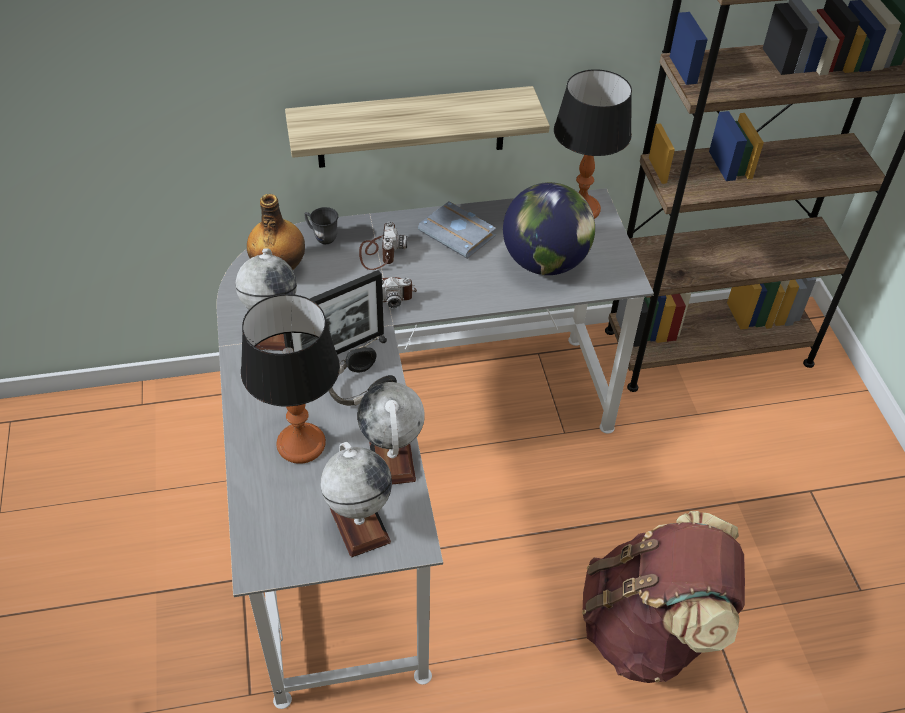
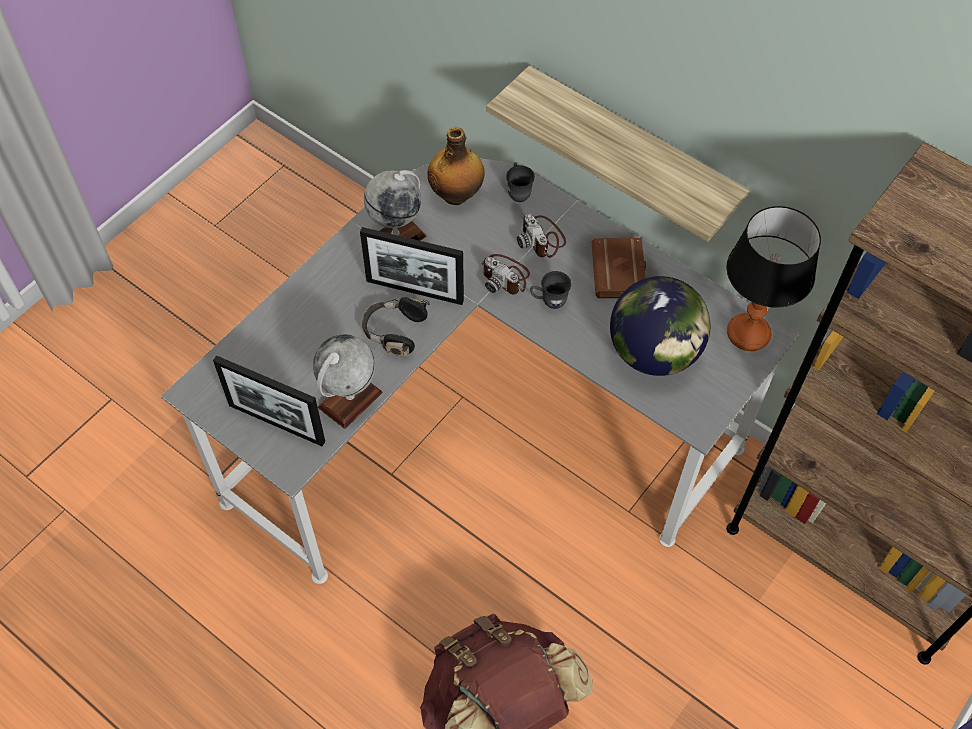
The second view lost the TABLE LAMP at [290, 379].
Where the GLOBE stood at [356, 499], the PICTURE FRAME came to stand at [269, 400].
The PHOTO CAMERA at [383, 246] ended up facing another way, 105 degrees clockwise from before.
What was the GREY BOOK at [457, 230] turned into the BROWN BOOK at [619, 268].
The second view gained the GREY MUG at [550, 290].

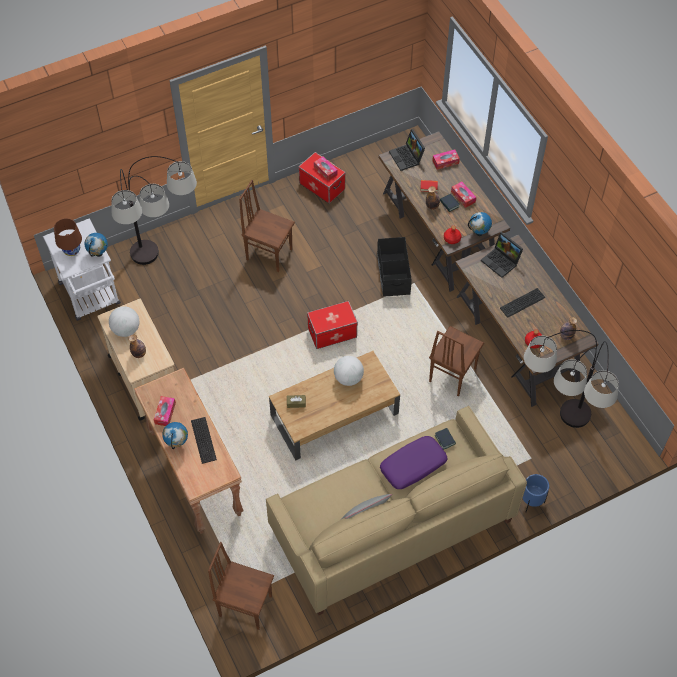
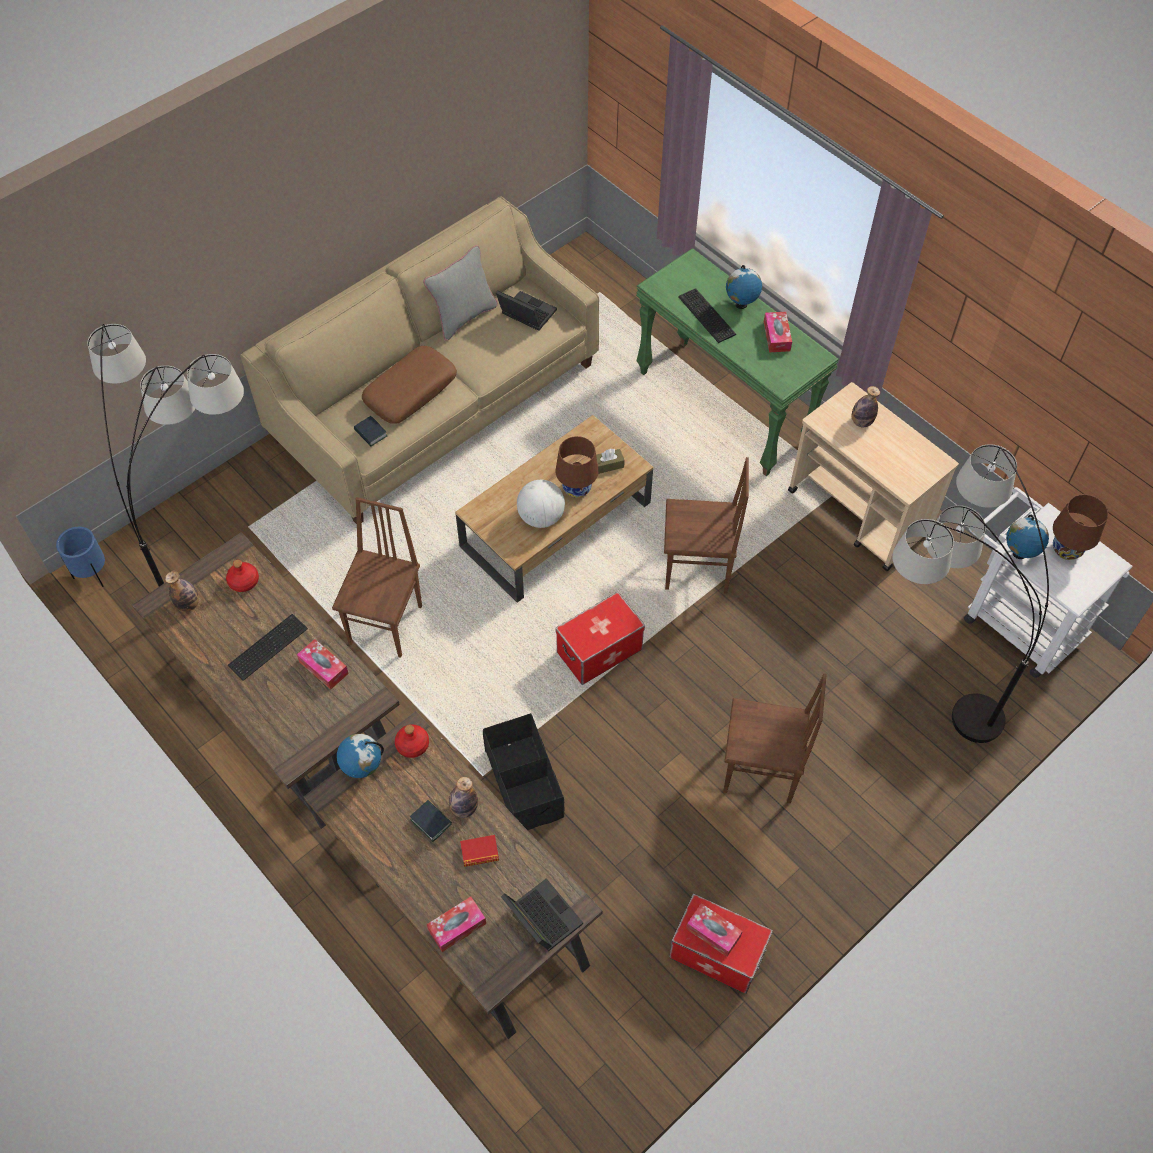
The second view lost the GLOBE at [124, 321].
What was the BROWN CONSOLE TABLE at [189, 451] turned into the GREEN CONSOLE TABLE at [737, 362].
The BROWN CHAIR ended up elsewhere, having gone from [241, 586] to [706, 525].
What was the PURPLE PILLOW at [414, 462] turned into the BROWN PILLOW at [409, 385].
The TISSUE BOX ended up elsewhere, having gone from [463, 195] to [323, 664].
The LAPTOP ended up elsewhere, having gone from [502, 255] to [526, 311].
The BLUE PLANTER ended up elsewhere, having gone from [536, 493] to [80, 557].
The second view gained the BROWN TABLE LAMP at [577, 467].

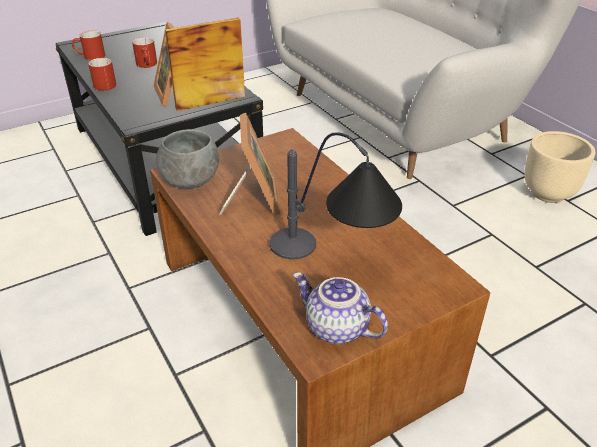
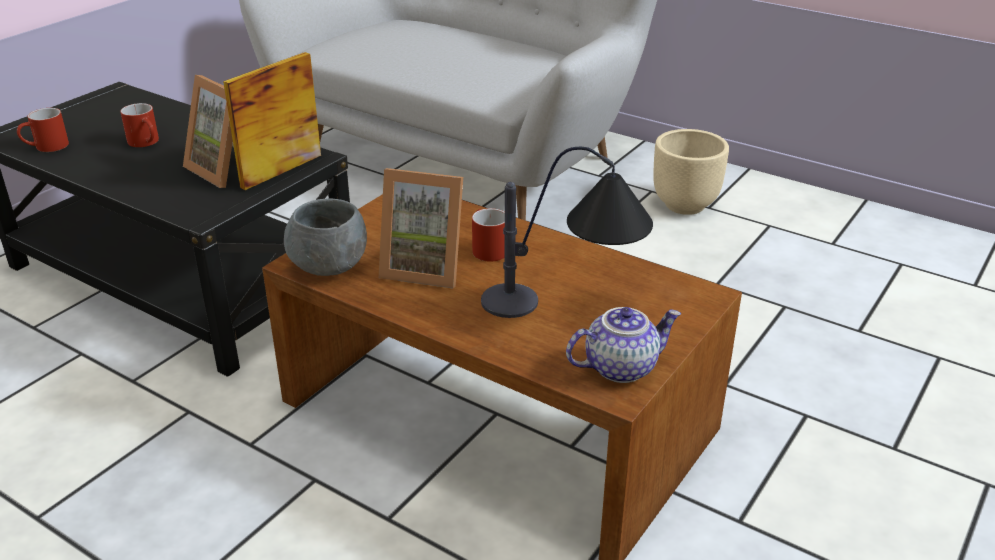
The RED MUG ended up elsewhere, having gone from [102, 74] to [488, 235].
The PICTURE FRAME at [250, 164] ended up facing another way, 135 degrees clockwise from before.
The TEAPOT at [340, 308] ended up facing another way, 150 degrees clockwise from before.

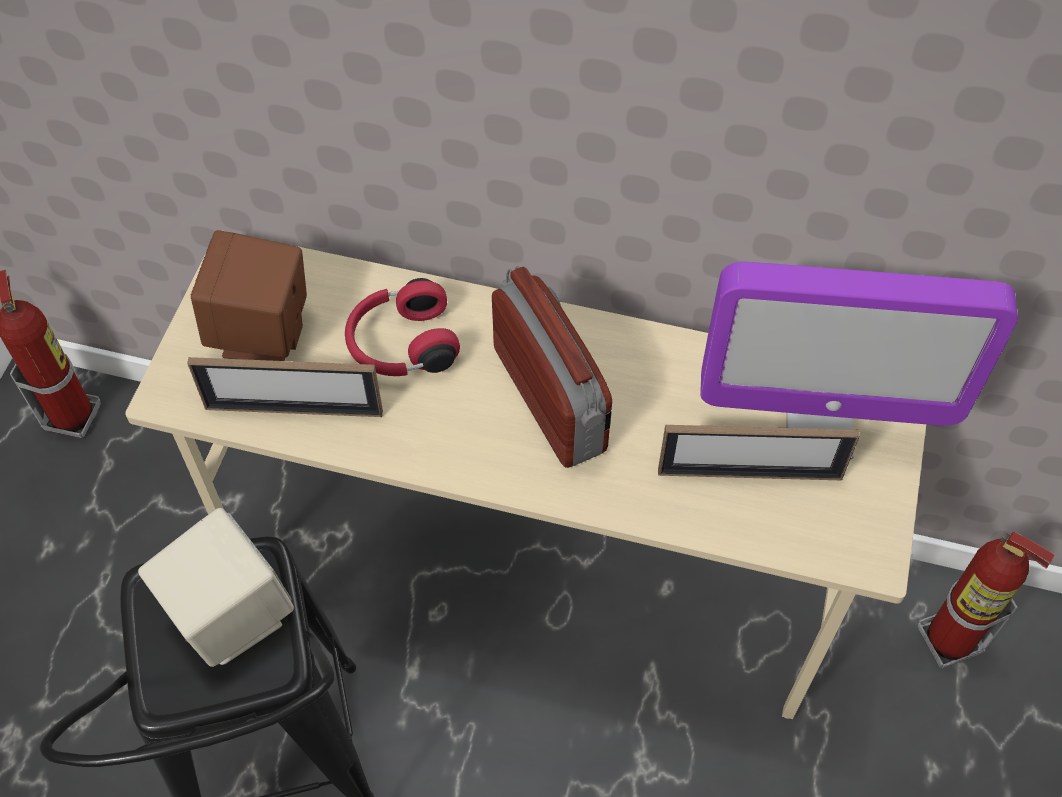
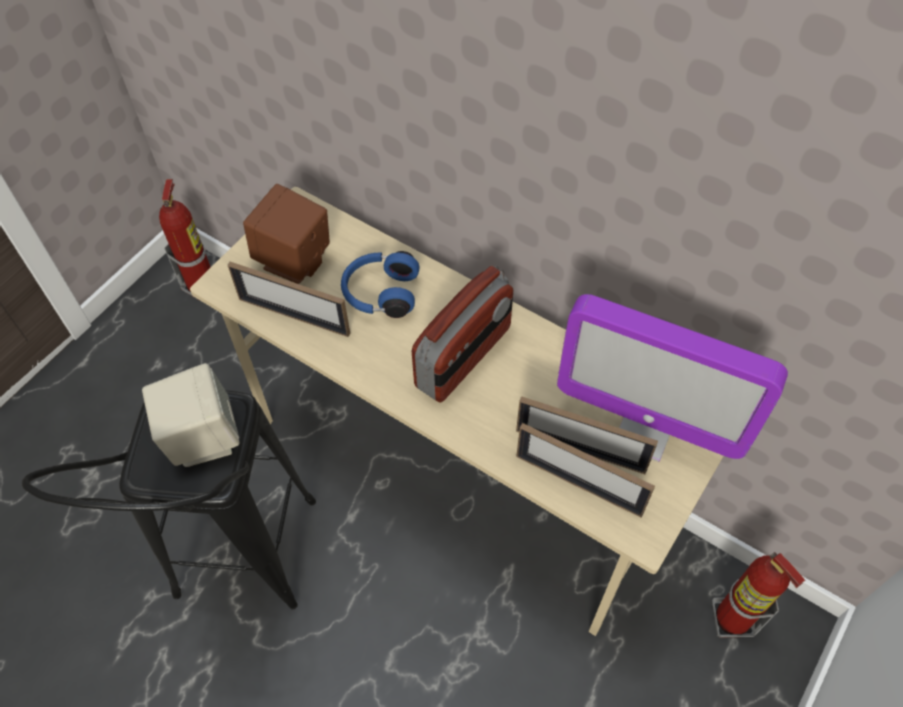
What was the RED HEADPHONES at [402, 327] turned into the BLUE HEADPHONES at [380, 284].
The RADIO at [552, 367] ended up facing another way, 45 degrees clockwise from before.
The second view gained the PICTURE FRAME at [585, 470].

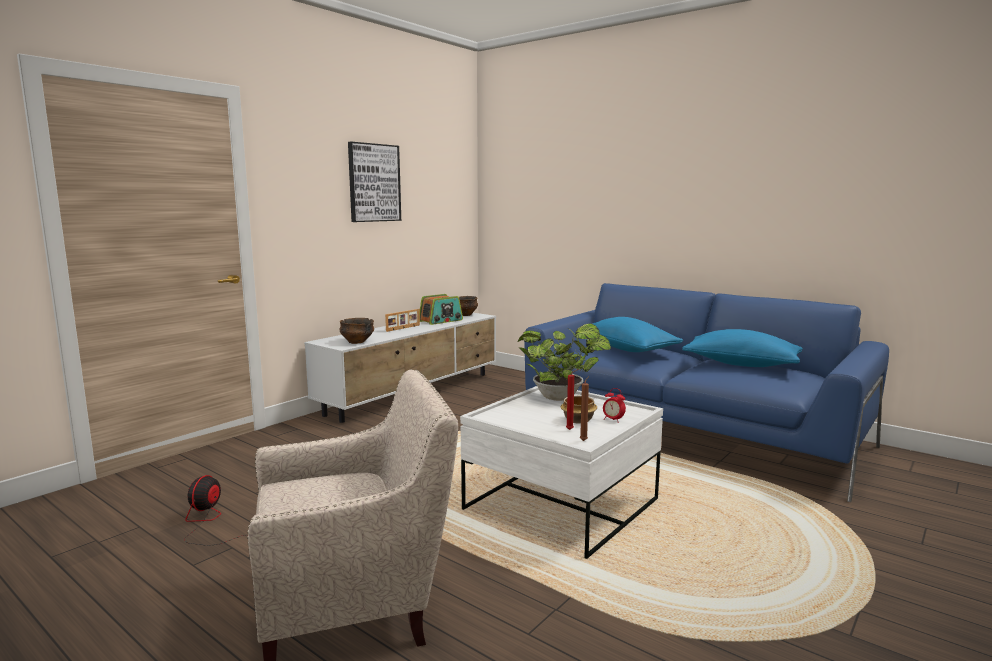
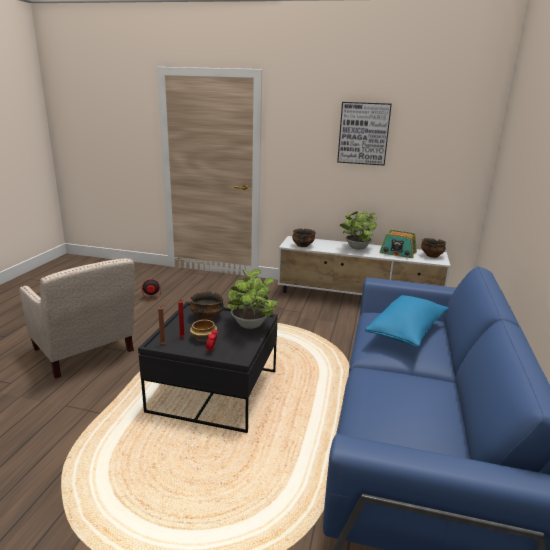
Where the PICTURE FRAME stood at [402, 320], the POTTED PLANT came to stand at [358, 230].
What was the WHITE COFFEE TABLE at [561, 472] turned into the BLACK COFFEE TABLE at [208, 367].
The second view lost the BLUE PILLOW at [742, 348].
The second view gained the BOWL at [207, 305].

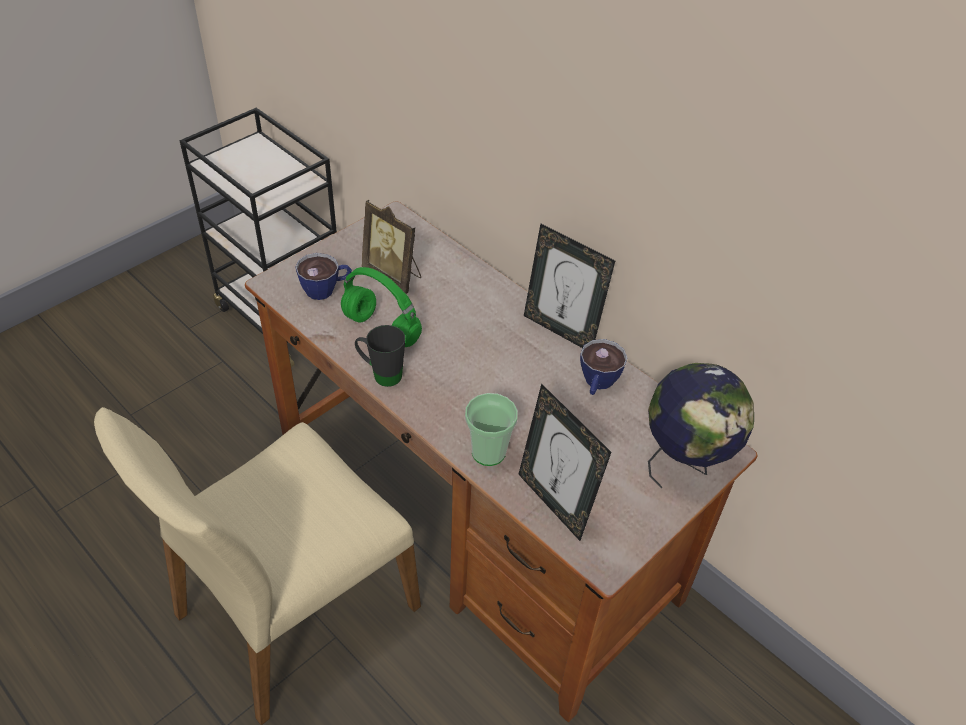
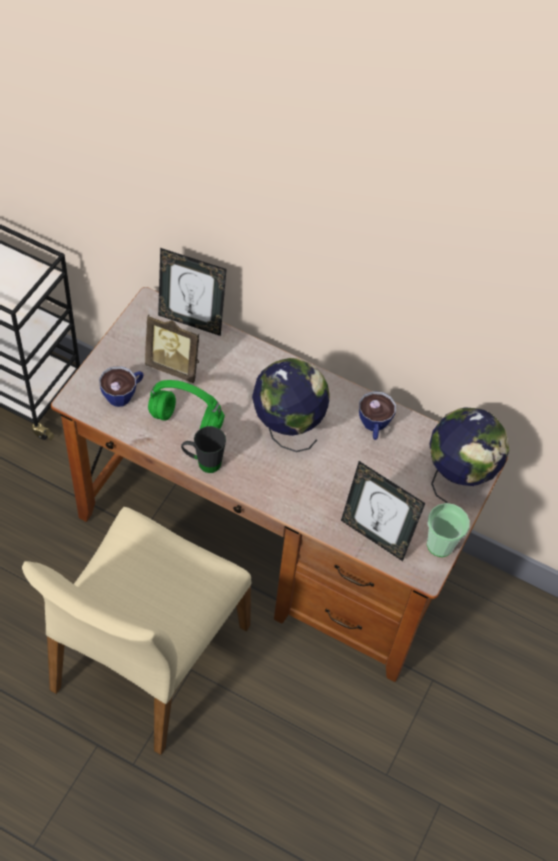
The CUP ended up elsewhere, having gone from [491, 429] to [448, 530].
The PICTURE FRAME ended up elsewhere, having gone from [569, 286] to [192, 292].
The second view gained the GLOBE at [291, 405].

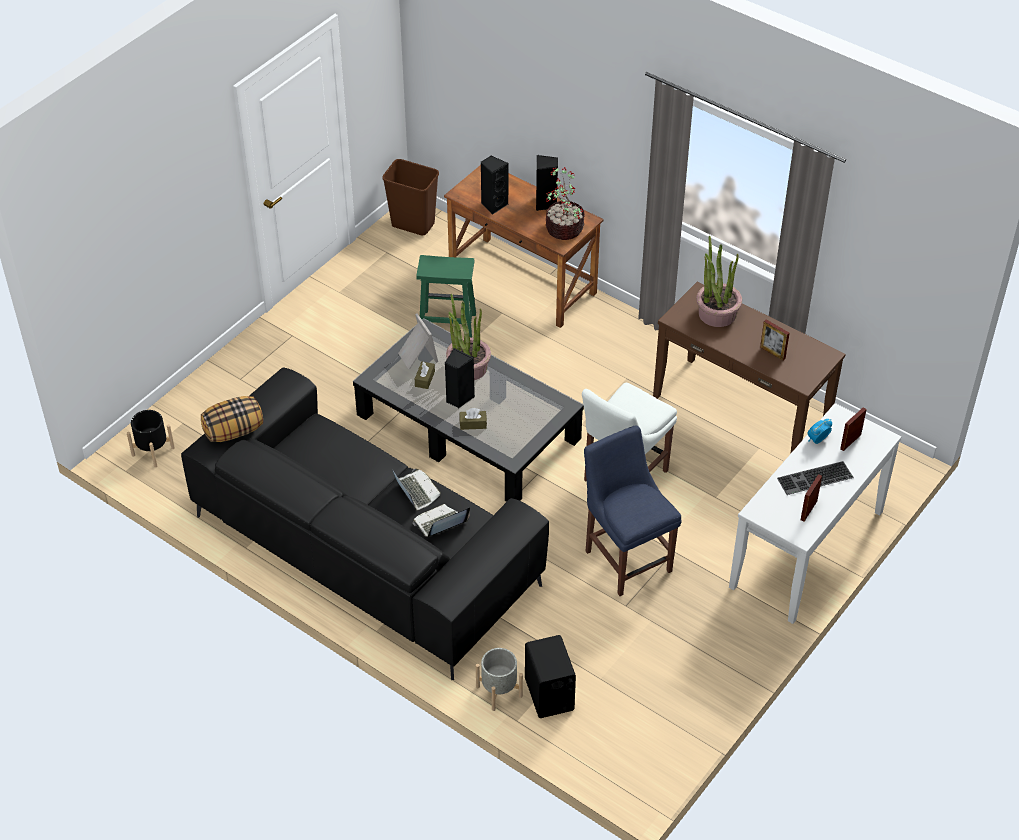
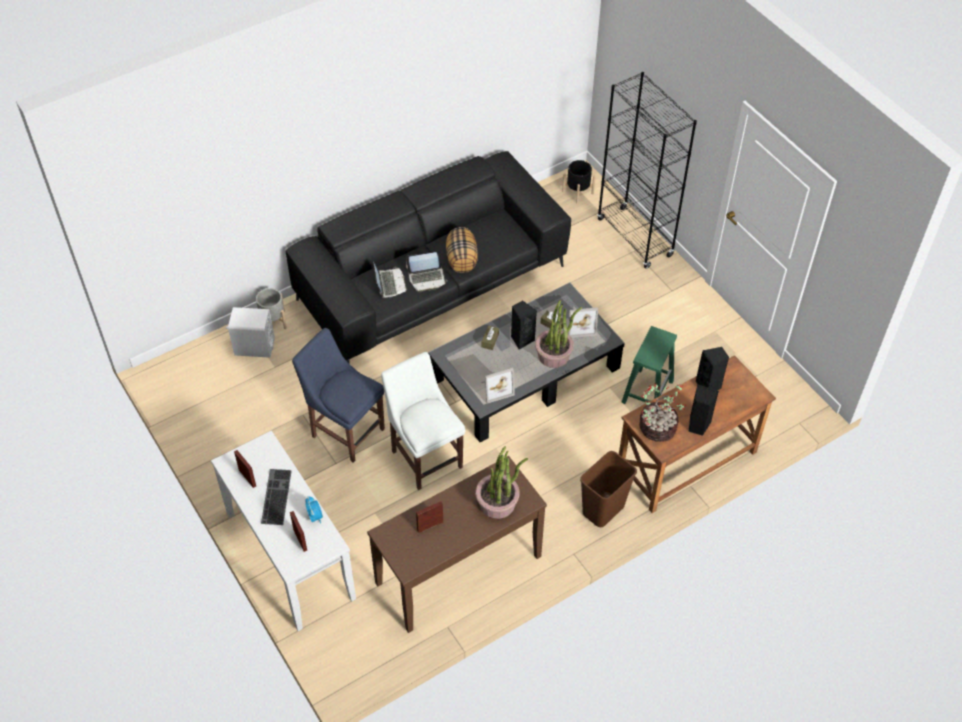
The PILLOW ended up elsewhere, having gone from [232, 419] to [462, 250].
The BROWN TRASH CAN ended up elsewhere, having gone from [410, 197] to [608, 489].
What was the BLACK SPEAKER at [550, 676] turned into the WHITE SPEAKER at [250, 332].
The BLUE CHAIR at [633, 510] ended up facing another way, 135 degrees counterclockwise from before.
The second view gained the PICTURE FRAME at [498, 386].
The second view gained the BLACK BOOKCASE at [647, 170].

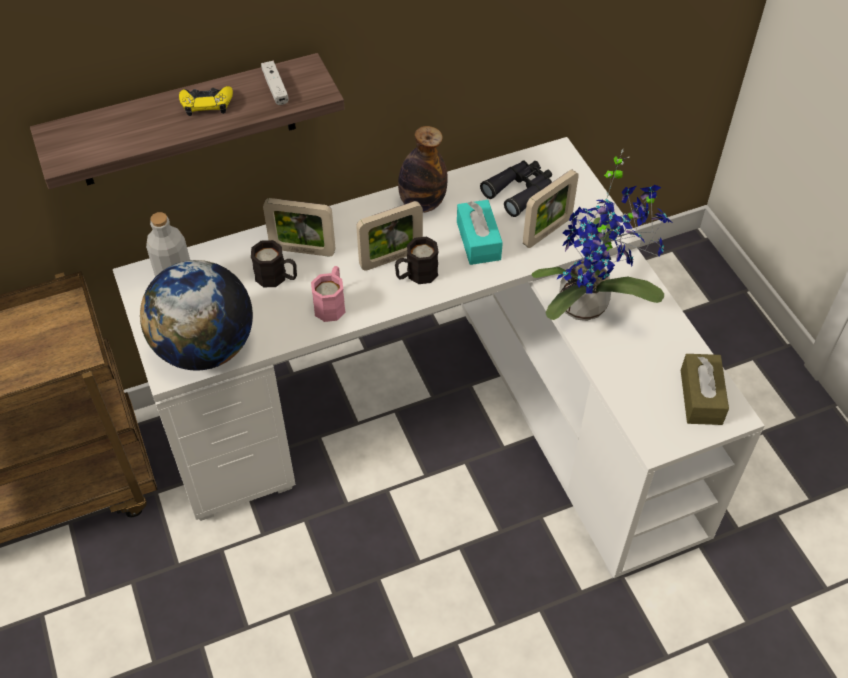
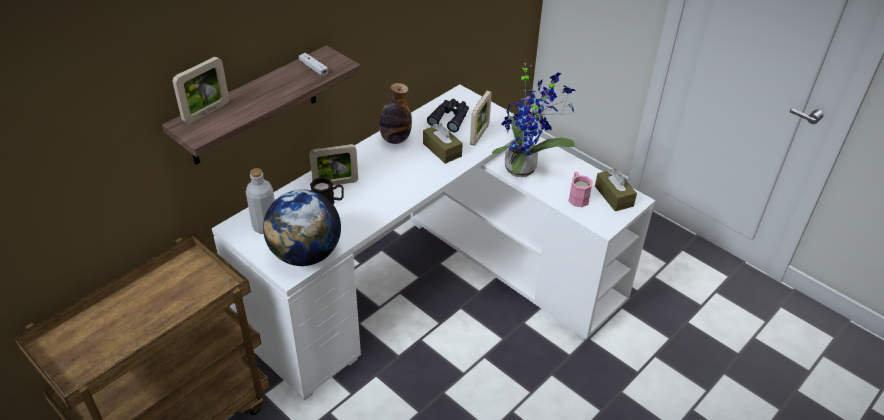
The second view lost the YELLOW GAME CONTROLLER at [206, 101].
The PINK MUG ended up elsewhere, having gone from [328, 294] to [581, 189].
The PICTURE FRAME ended up elsewhere, having gone from [389, 236] to [200, 90].
The second view lost the BLACK MUG at [417, 260].
What was the TURQUOISE TISSUE BOX at [480, 232] turned into the BROWN TISSUE BOX at [443, 143].

